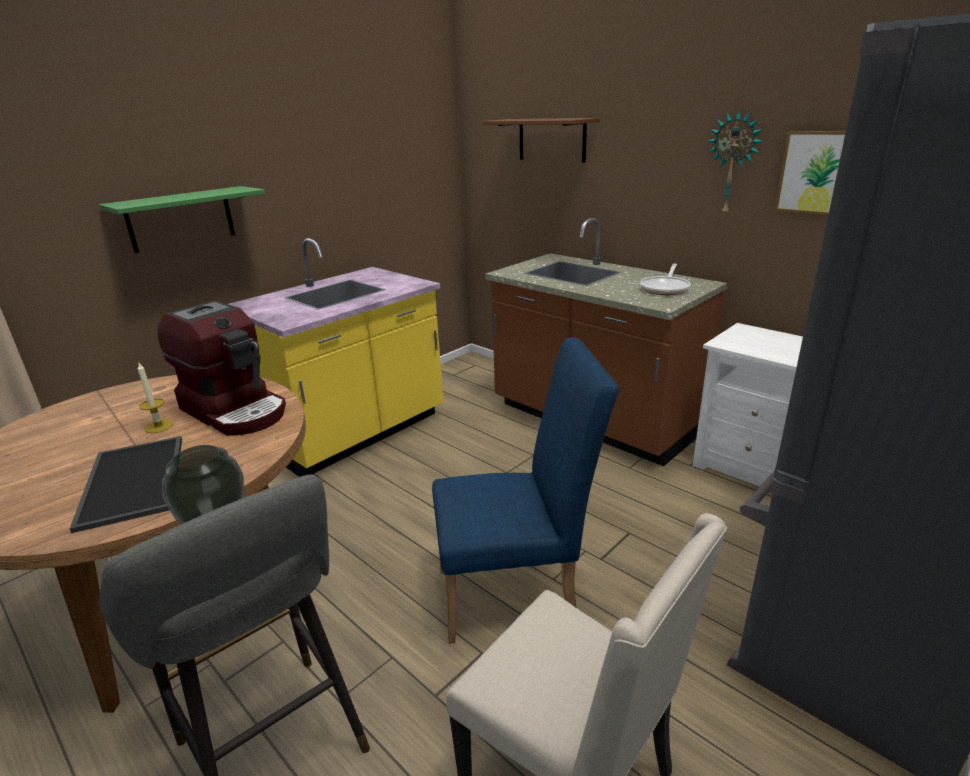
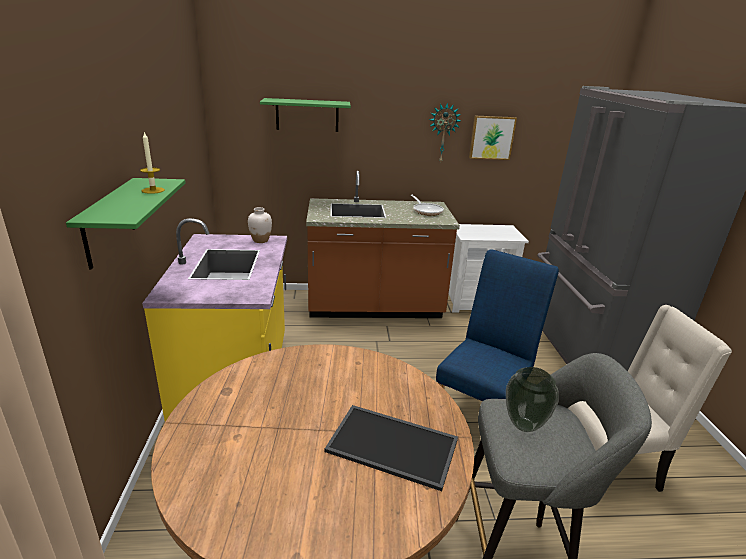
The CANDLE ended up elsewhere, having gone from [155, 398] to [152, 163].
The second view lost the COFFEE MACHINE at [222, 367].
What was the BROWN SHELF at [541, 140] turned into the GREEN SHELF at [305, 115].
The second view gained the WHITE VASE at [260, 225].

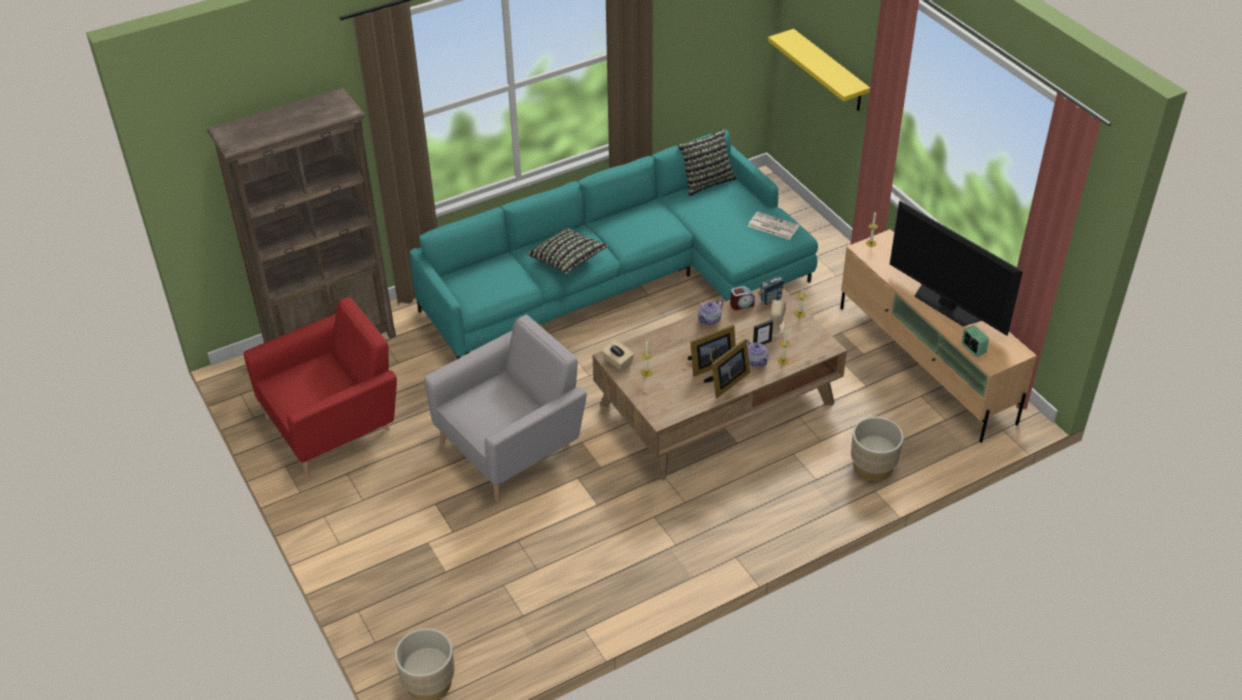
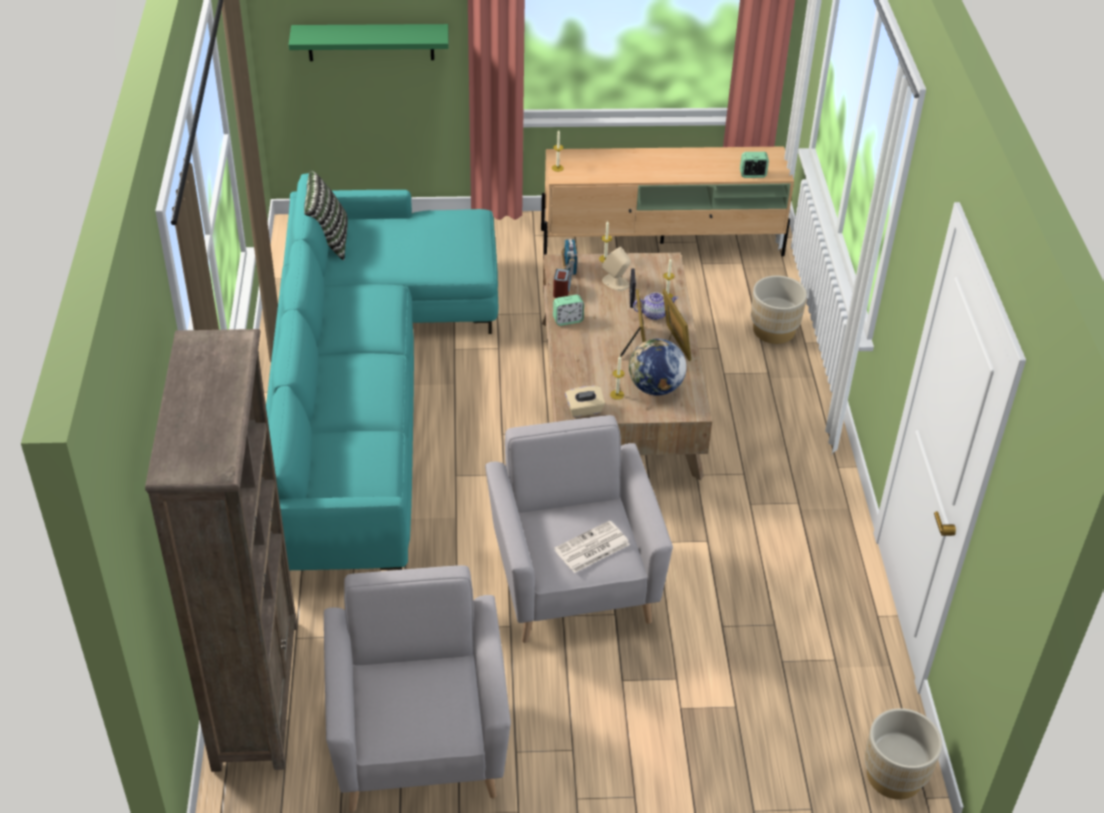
What was the RED ARMCHAIR at [320, 387] turned into the GREY ARMCHAIR at [417, 688].
The second view lost the PILLOW at [568, 250].
Where the TEAPOT stood at [710, 312], the ALARM CLOCK came to stand at [568, 310].
The NEWSPAPER ended up elsewhere, having gone from [773, 226] to [592, 546].
What was the YELLOW SHELF at [819, 70] turned into the GREEN SHELF at [369, 42].
The second view lost the TELEVISION at [956, 268].
The second view gained the GLOBE at [658, 367].

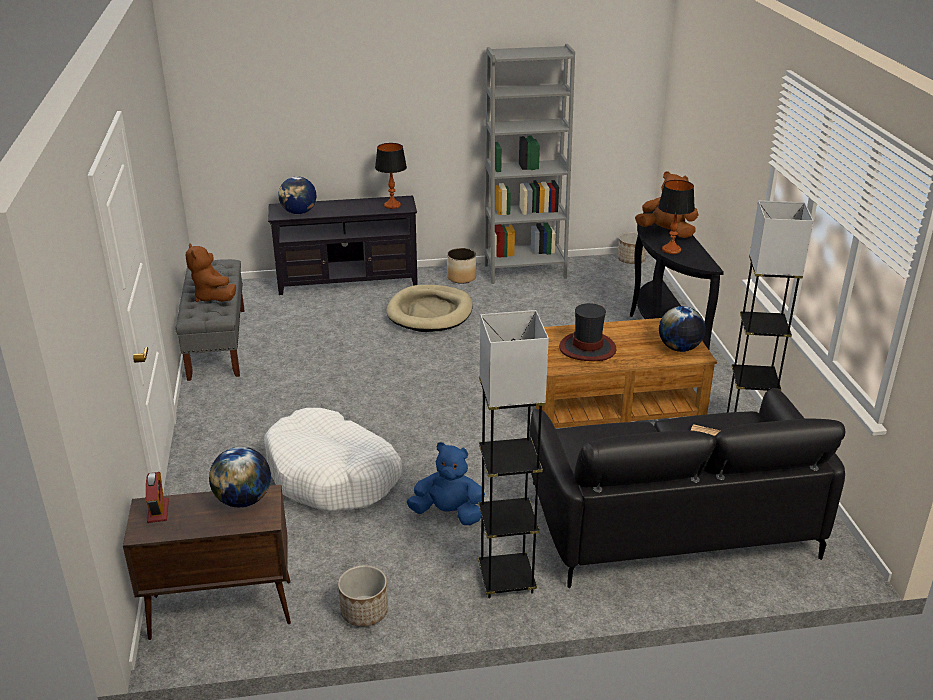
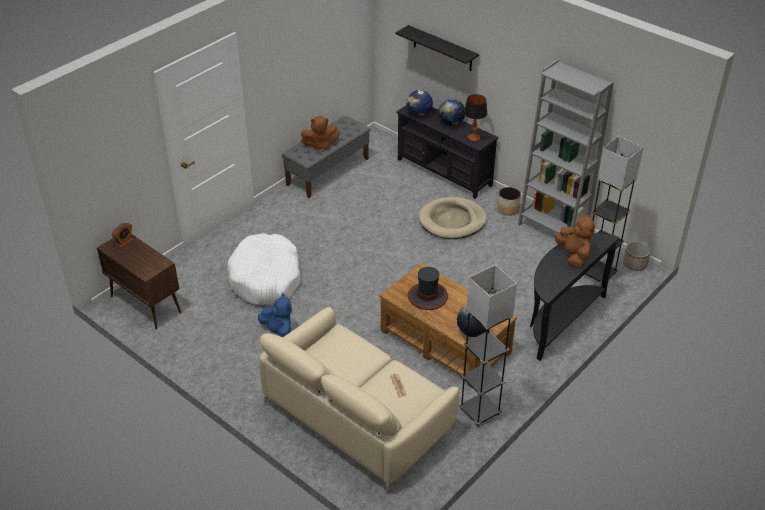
The BROWN PLUSH TOY at [211, 272] ended up facing another way, 120 degrees counterclockwise from before.
The GLOBE ended up elsewhere, having gone from [240, 477] to [452, 112].
The second view lost the PLANTER at [363, 596].
The GREY FLOOR LAMP ended up elsewhere, having gone from [513, 454] to [613, 209].
What was the BLACK SOFA at [687, 488] turned into the BEIGE SOFA at [359, 400].
The second view lost the TABLE LAMP at [676, 217].
The second view gained the BLACK SHELF at [437, 48].

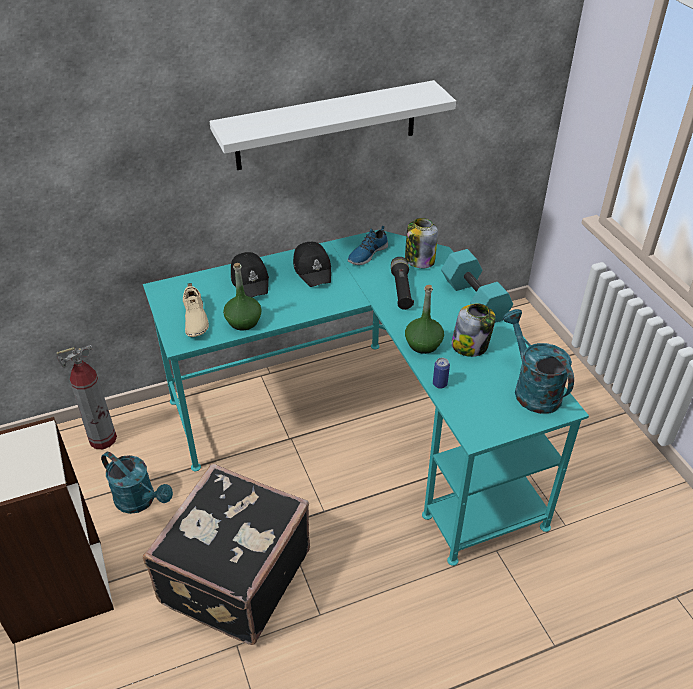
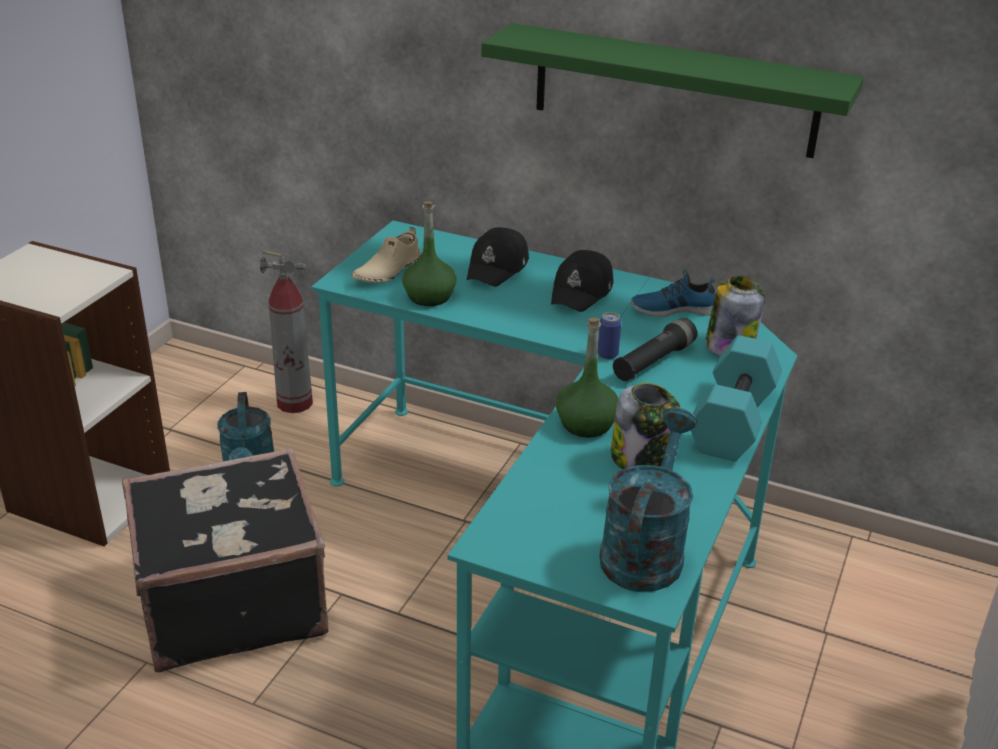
What was the WHITE SHELF at [332, 125] turned into the GREEN SHELF at [672, 90].
The CAN ended up elsewhere, having gone from [441, 373] to [609, 335].

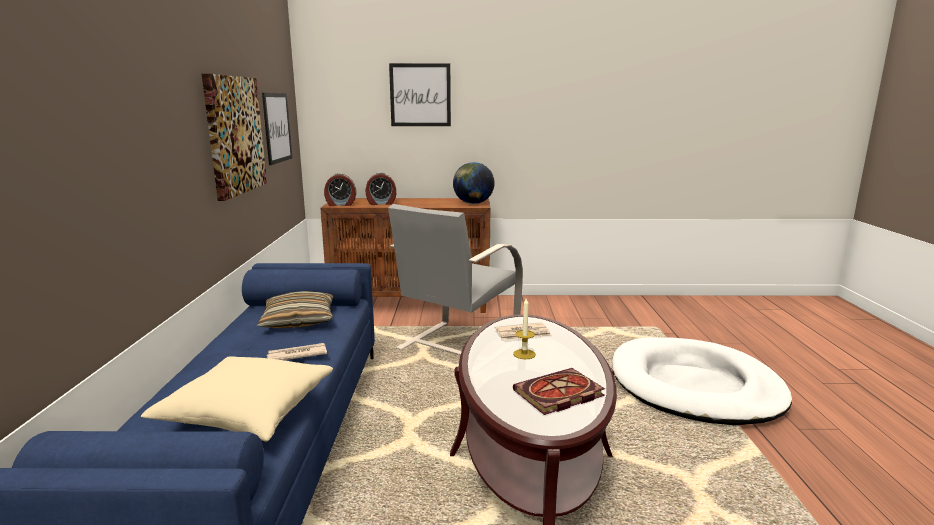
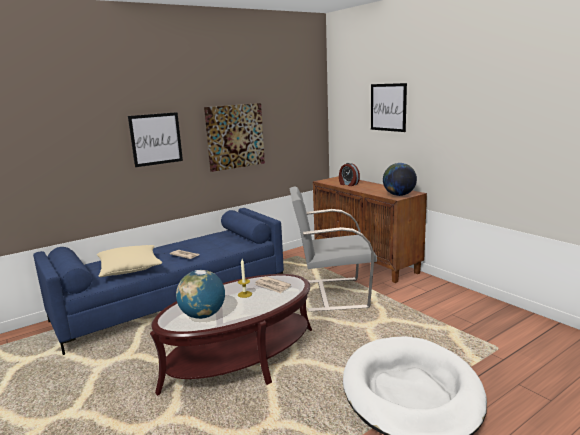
The second view lost the PILLOW at [295, 309].
The PICTURE ended up elsewhere, having gone from [277, 129] to [155, 139].
The second view lost the ALARM CLOCK at [340, 189].
Where the BOOK stood at [559, 391], the GLOBE came to stand at [200, 294].

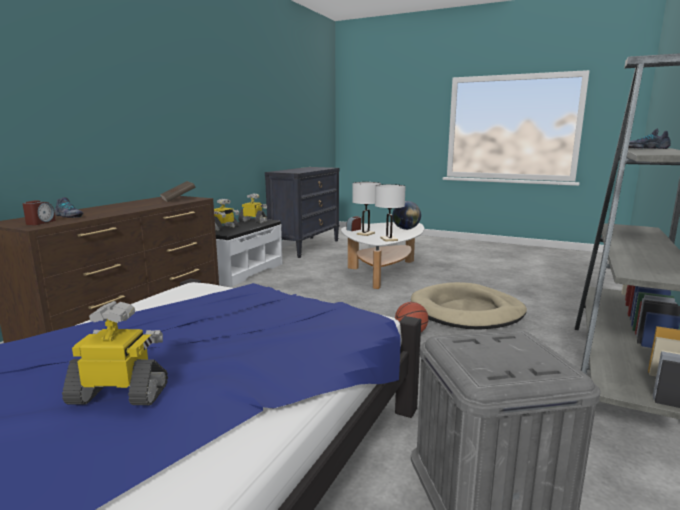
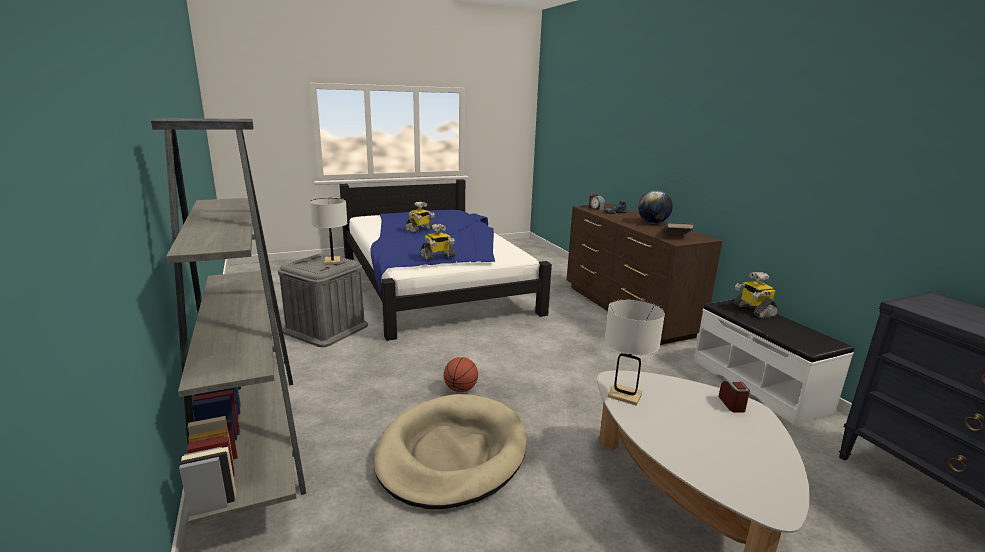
The TOY ROBOT ended up elsewhere, having gone from [253, 208] to [437, 242].
The WHITE TABLE LAMP ended up elsewhere, having gone from [366, 209] to [328, 231].
The GLOBE ended up elsewhere, having gone from [406, 215] to [655, 206].
The second view lost the SHOE at [650, 138].

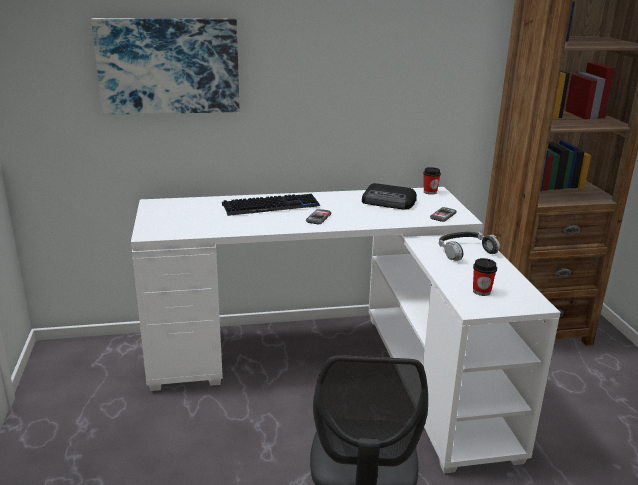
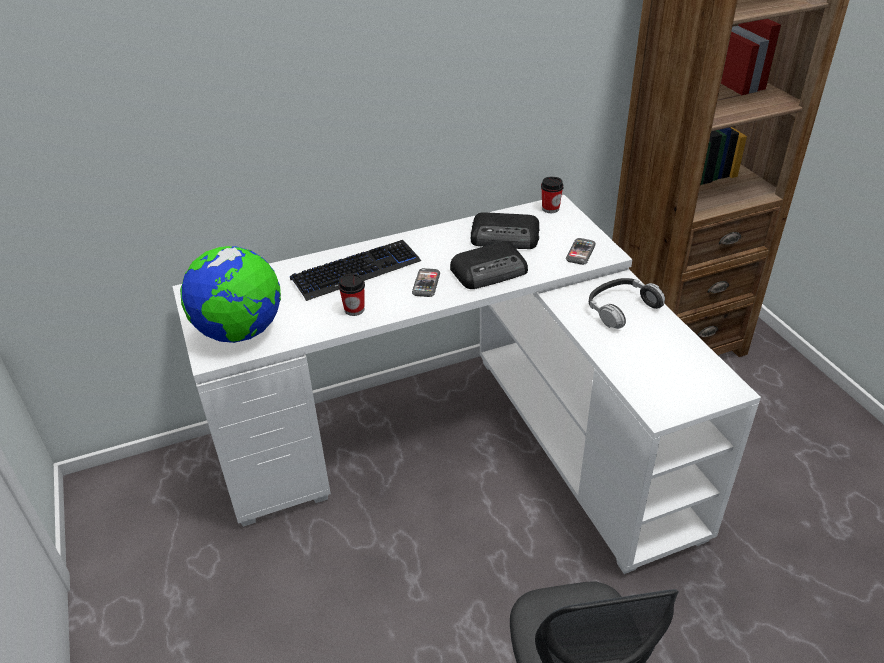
The second view lost the PICTURE at [165, 66].
The CUP ended up elsewhere, having gone from [485, 277] to [351, 294].
The second view gained the GLOBE at [230, 294].
The second view gained the RADIO at [489, 265].

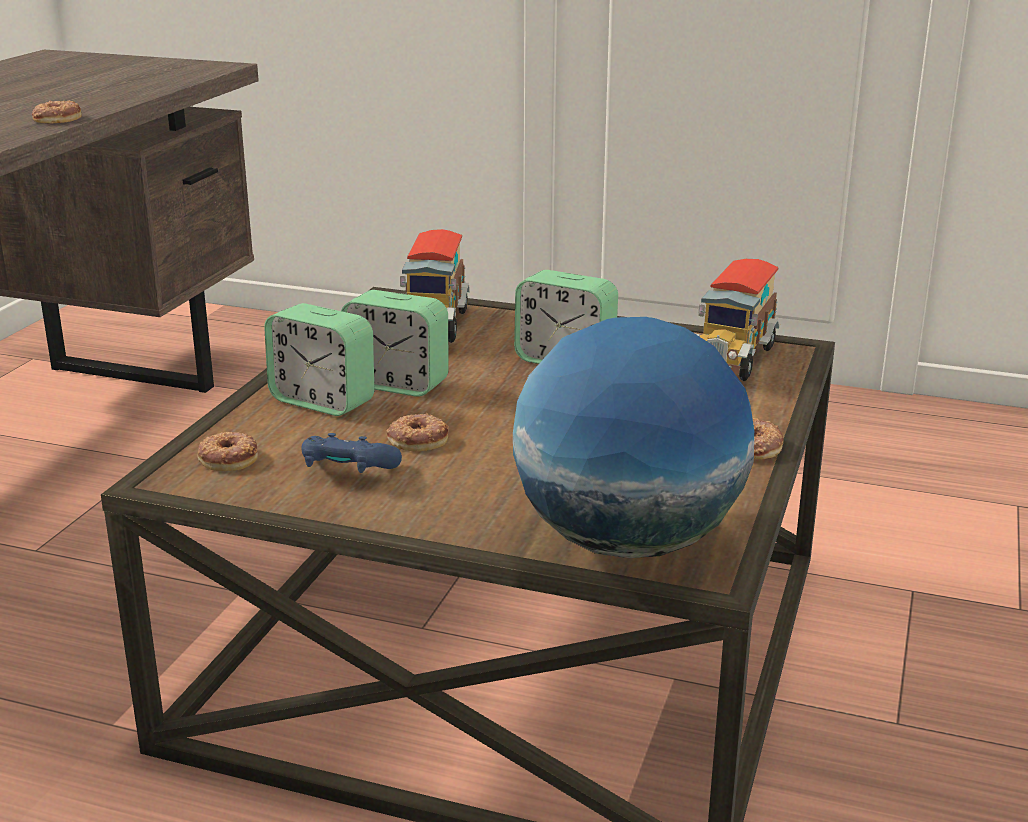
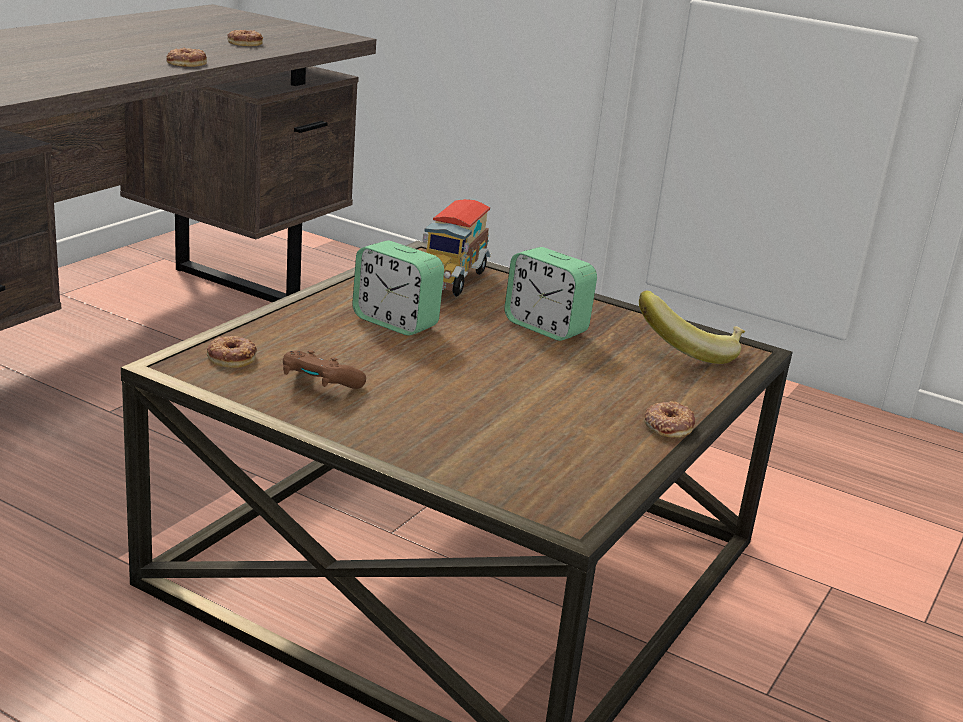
The second view lost the ALARM CLOCK at [319, 359].
What was the BLUE GAME CONTROLLER at [351, 453] turned into the BROWN GAME CONTROLLER at [324, 369].
The DONUT ended up elsewhere, having gone from [417, 432] to [245, 38].
The second view lost the GLOBE at [633, 437].
Where the TOY TRUCK stood at [737, 320], the BANANA came to stand at [692, 327].

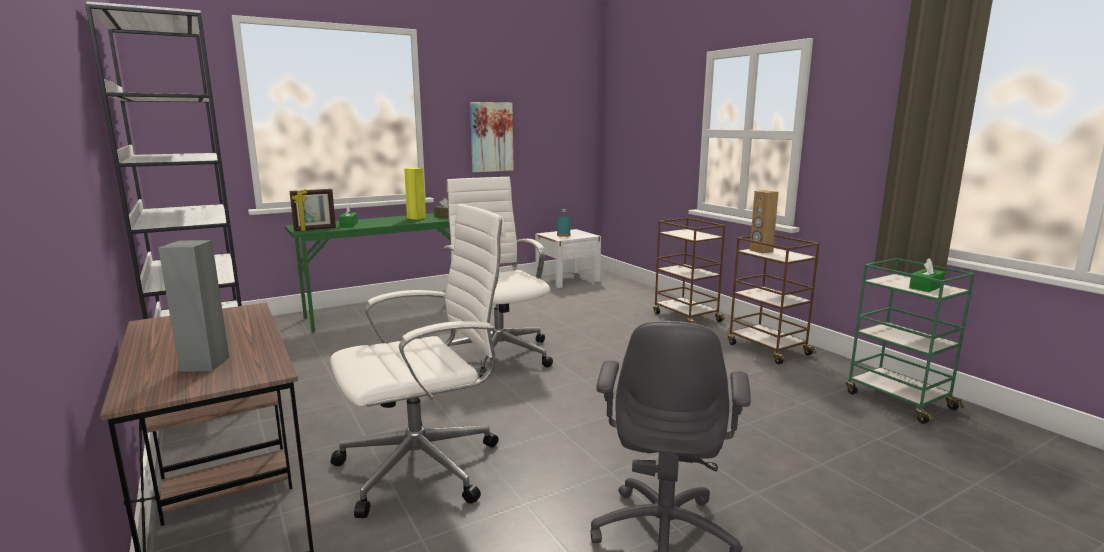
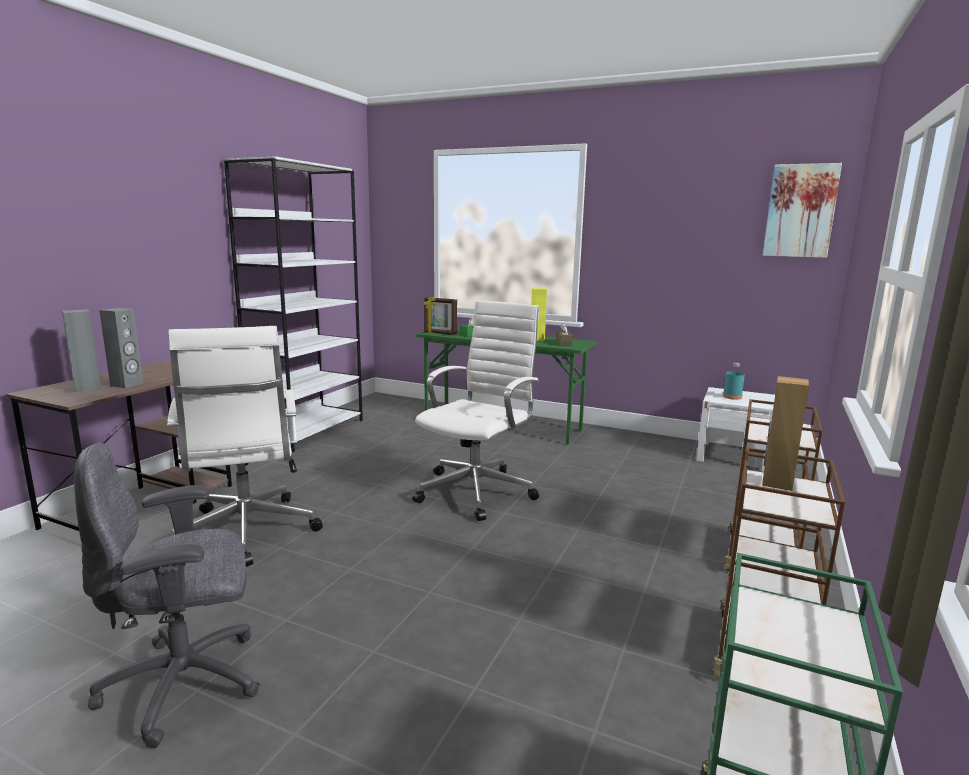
The WHITE OFFICE CHAIR at [418, 361] ended up facing another way, 45 degrees clockwise from before.
The PICTURE ended up elsewhere, having gone from [492, 137] to [802, 210].
The second view lost the GREEN TISSUE BOX at [927, 275].
The second view gained the GREY SPEAKER at [121, 348].

